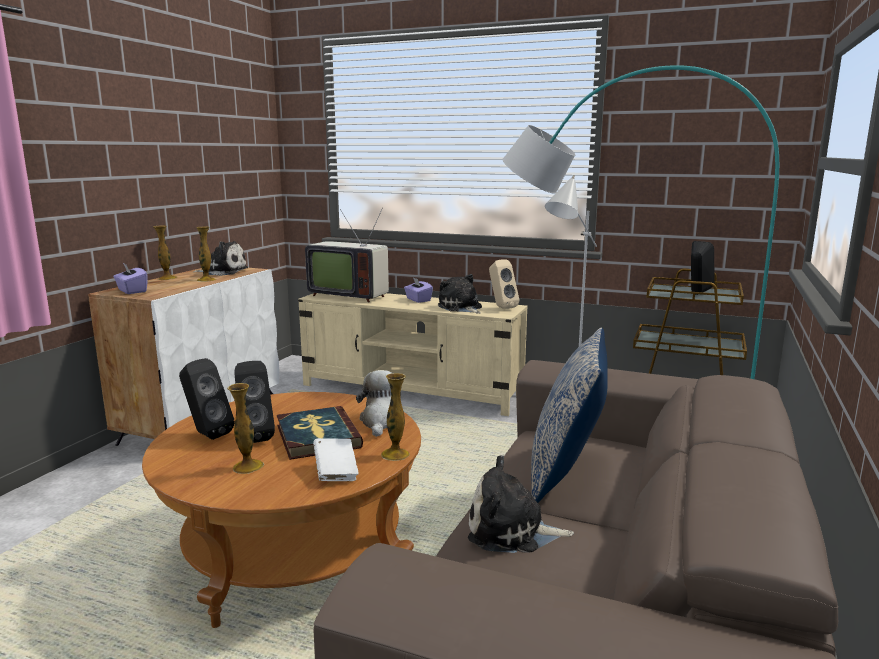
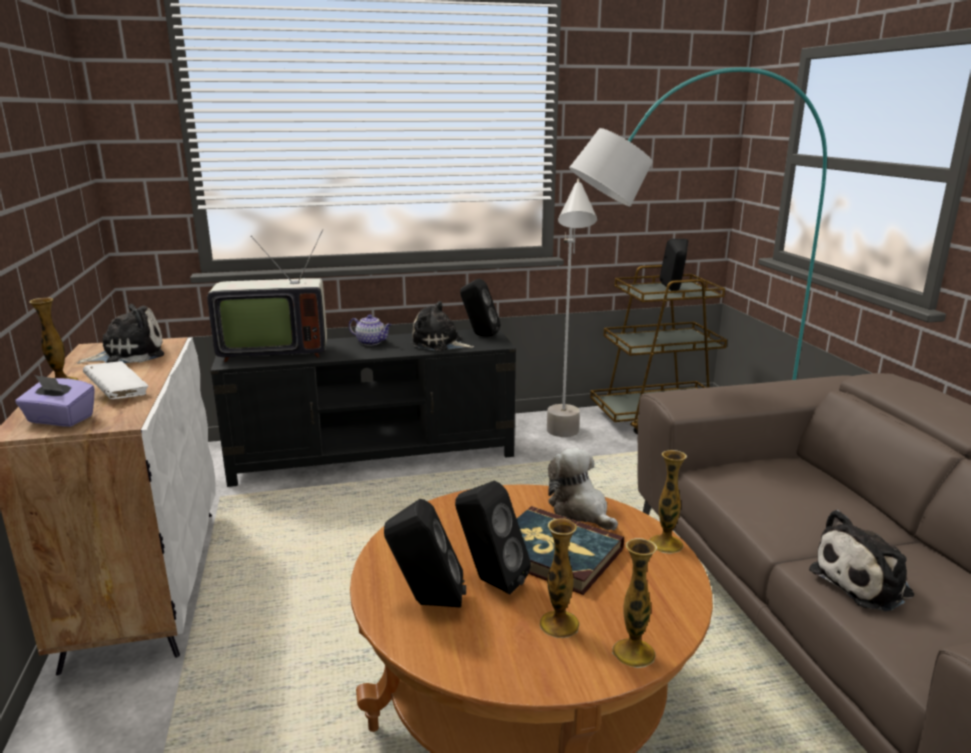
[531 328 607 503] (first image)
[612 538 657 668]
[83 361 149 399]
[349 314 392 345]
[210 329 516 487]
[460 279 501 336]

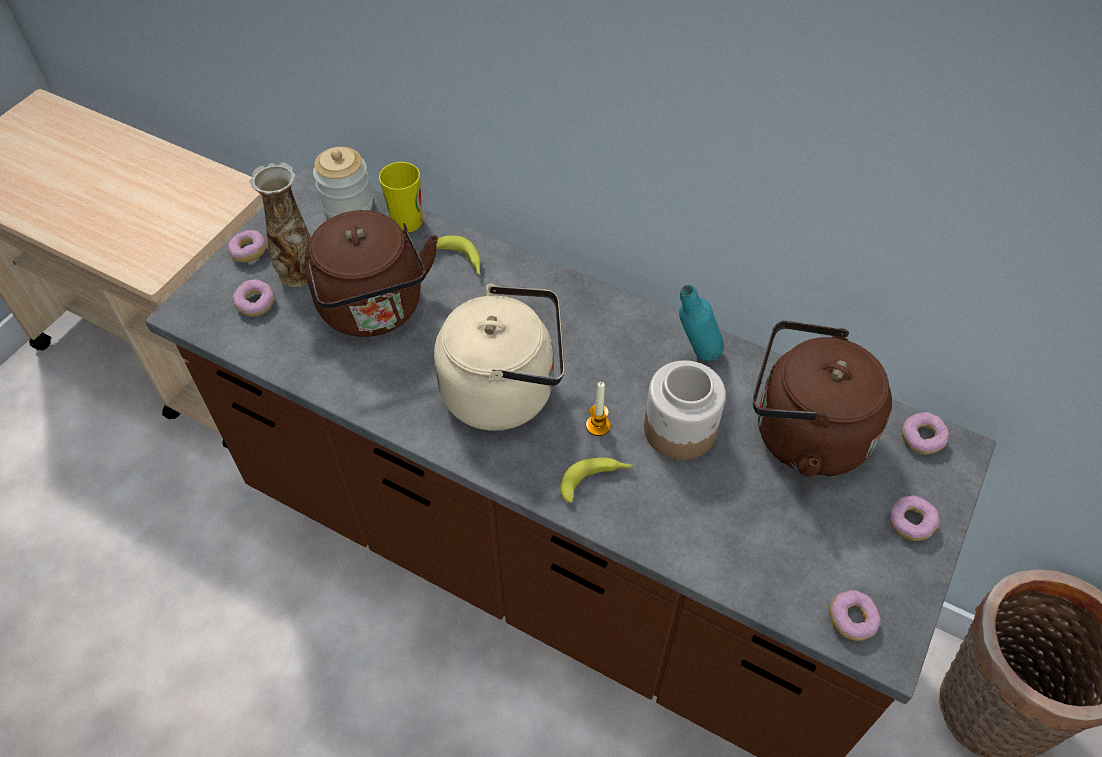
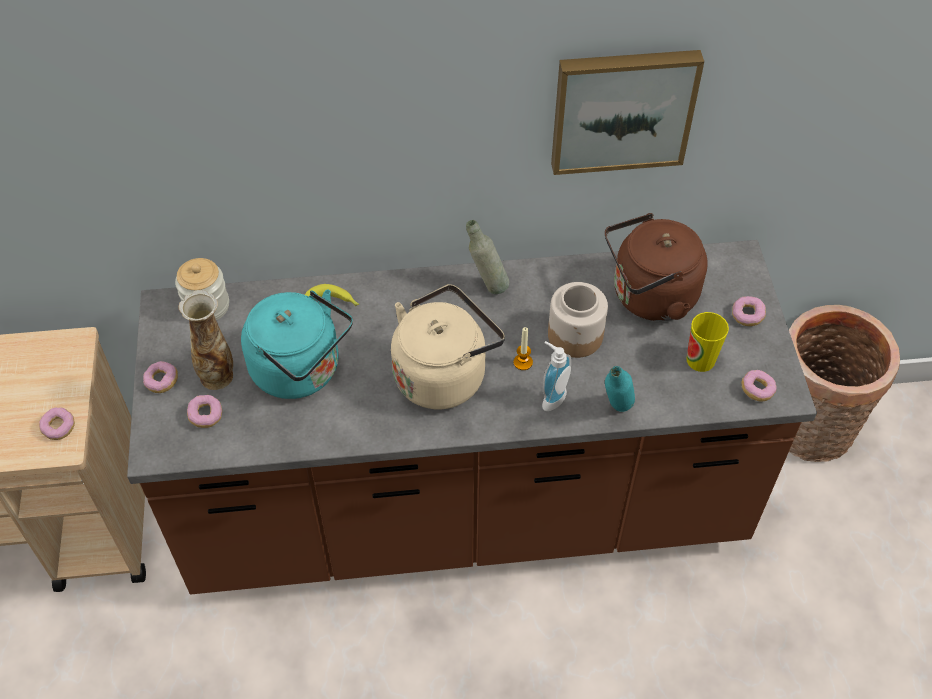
[466 220 509 294]
[551 50 704 175]
[686 312 729 372]
[605 366 635 412]
[39 407 75 440]
[542 341 571 411]
[241 289 353 399]

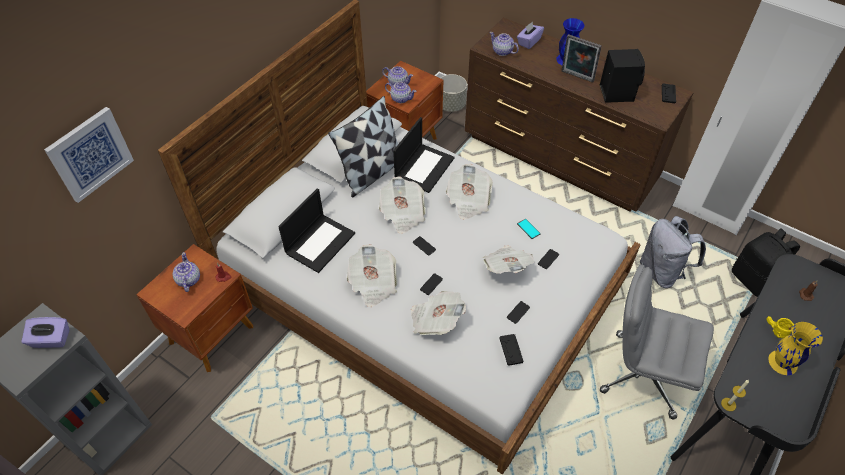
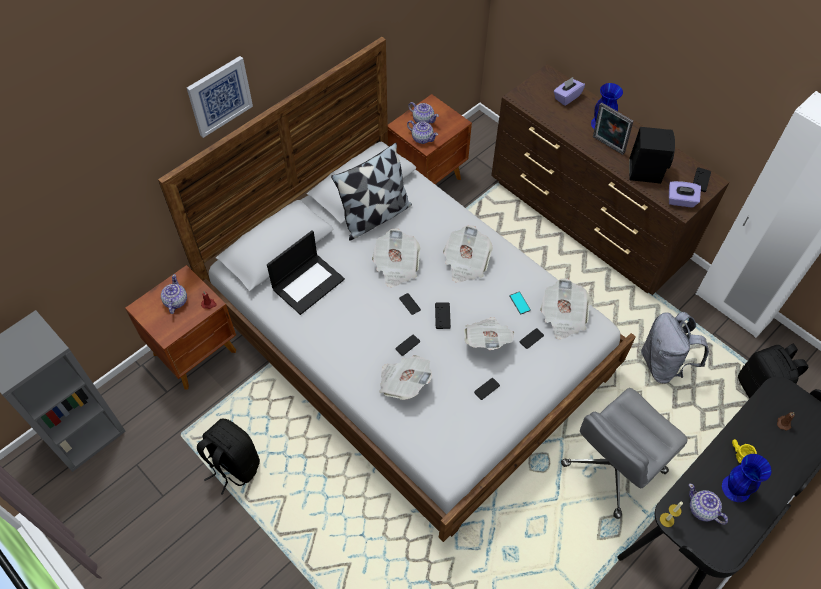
[393 117 455 193] (first image)
[441 74 467 112] (first image)
[197 419 260 495]
[669 181 701 207]
[187 56 253 138]
[540 278 591 340]
[689 484 728 525]
[435 302 451 329]
[722 454 772 502]
[561 388 688 519]

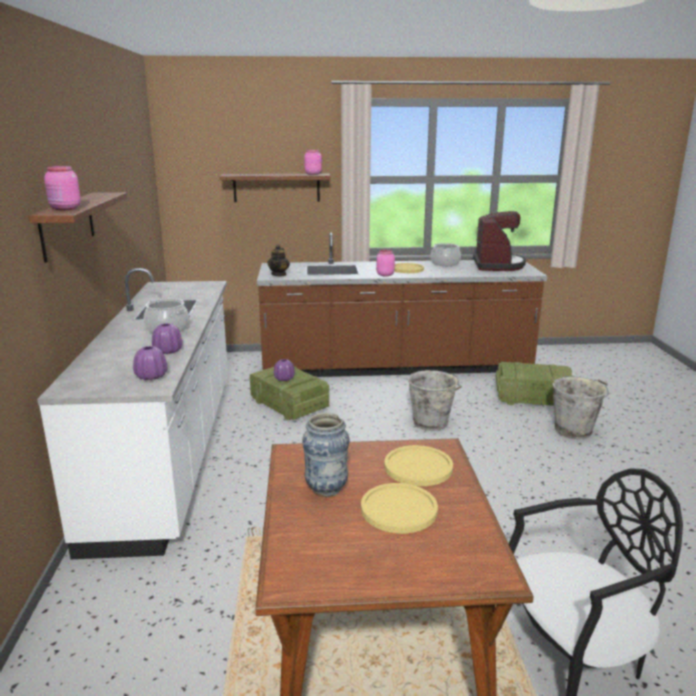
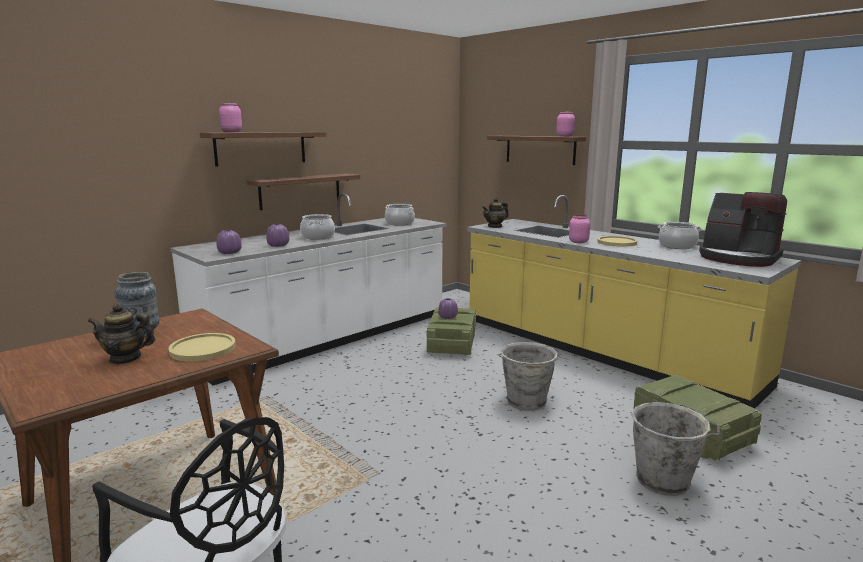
[247 173 360 210]
[385 204 415 225]
[88 304 155 364]
[467 195 801 408]
[699 192 787 267]

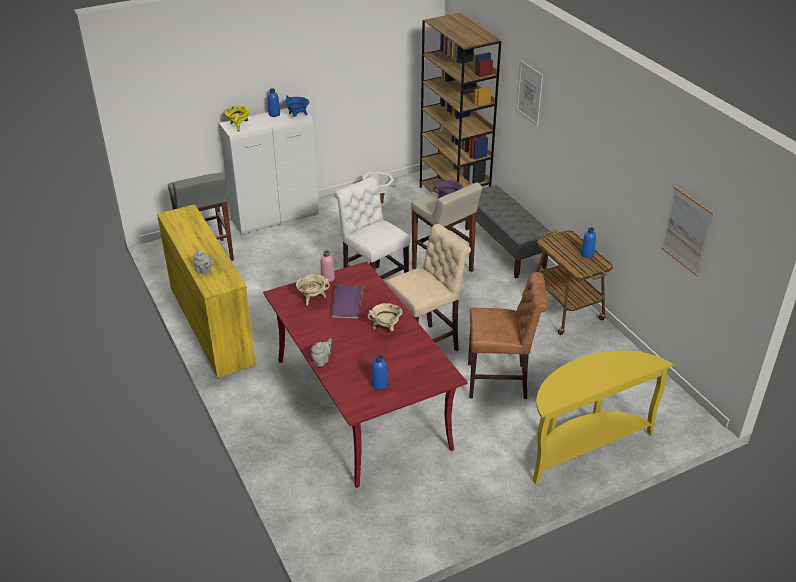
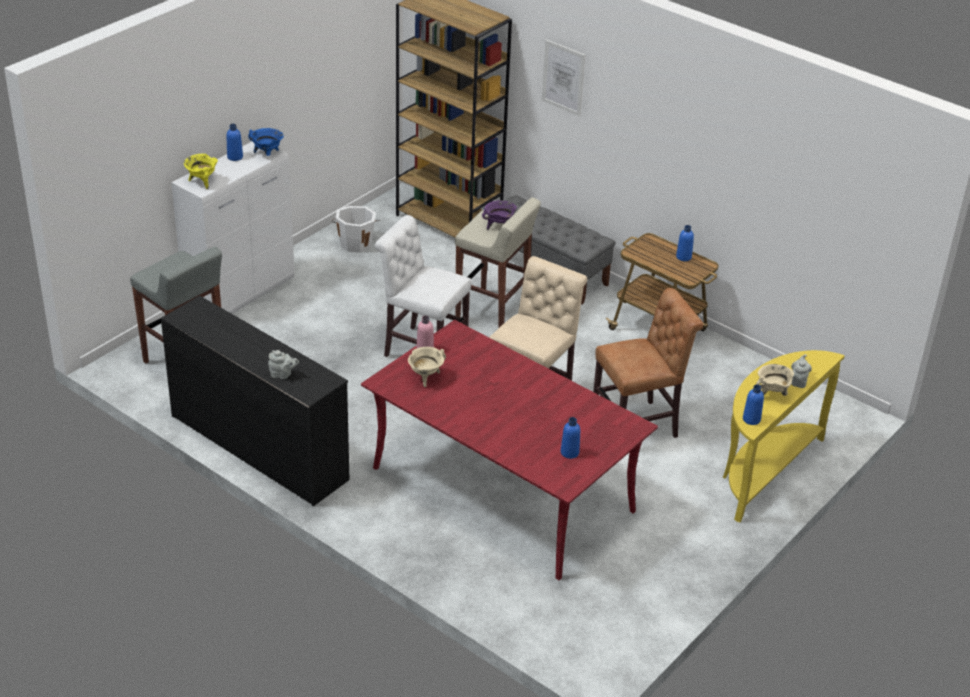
[332 282 365 319] (first image)
[661 186 714 277] (first image)
[743 384 764 425]
[791 354 812 388]
[756 364 794 396]
[160 296 349 506]

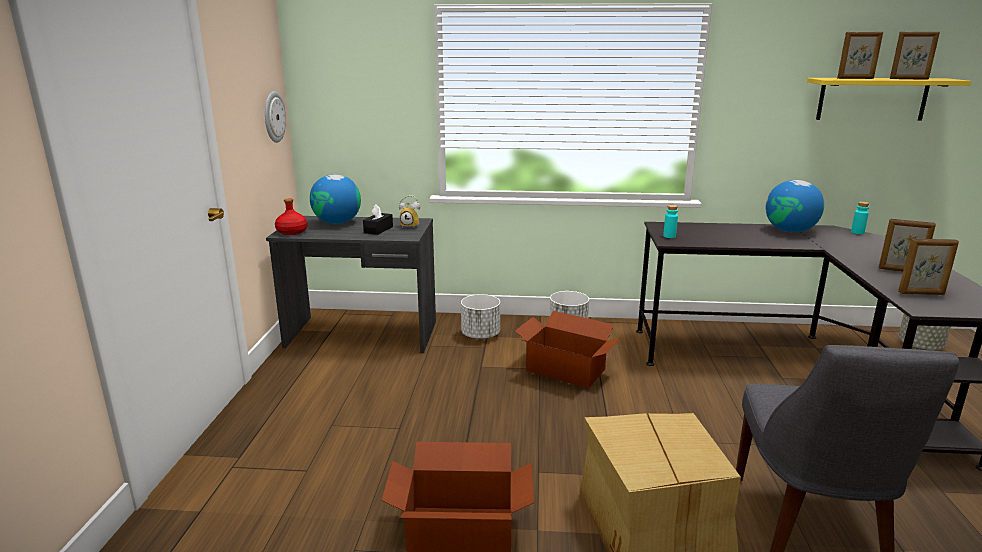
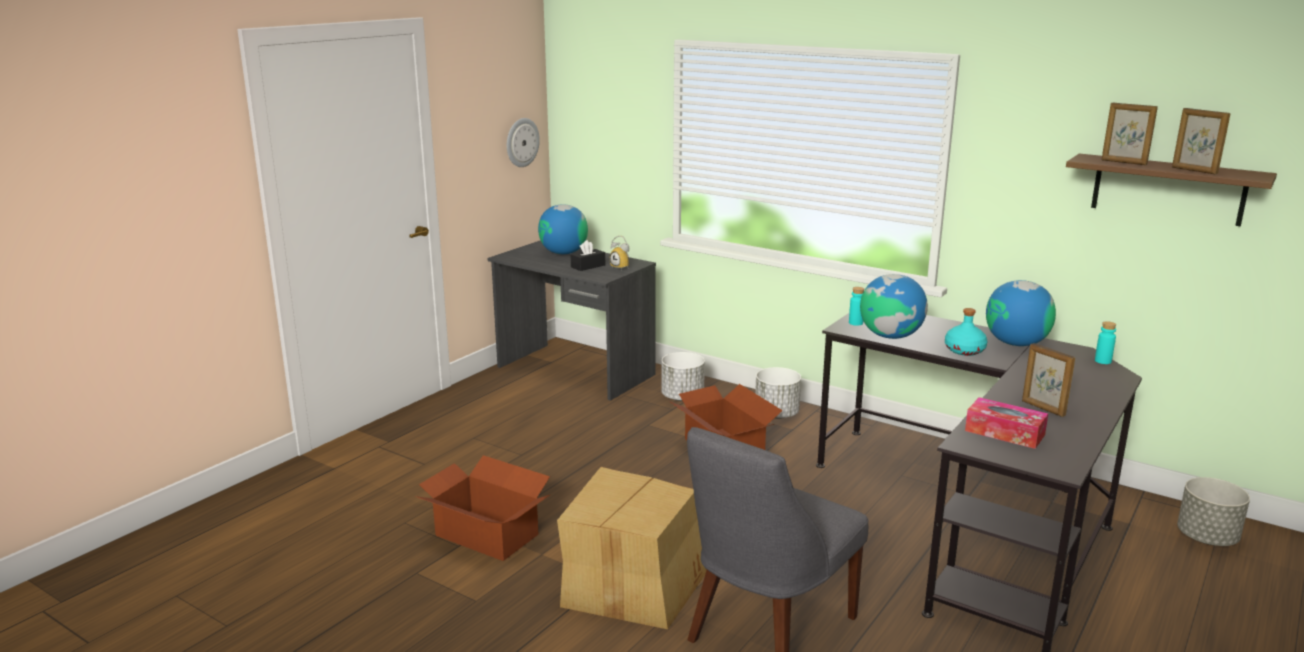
[275 198 308 235] (first image)
[860 274 928 339]
[945 308 987 356]
[965 397 1048 449]
[1066 154 1277 226]

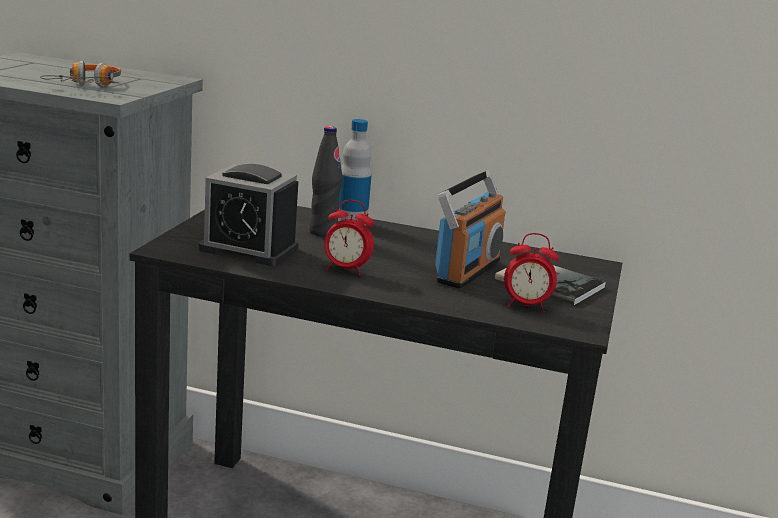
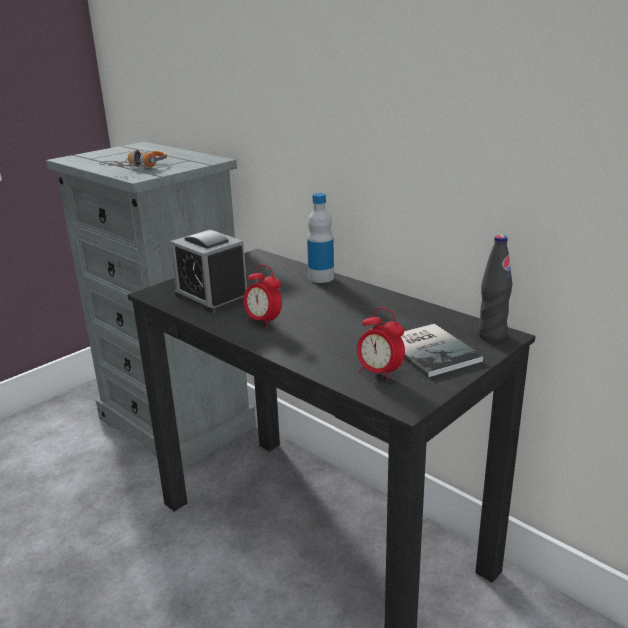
[435 171 505 289] (first image)
[478 235 513 342]

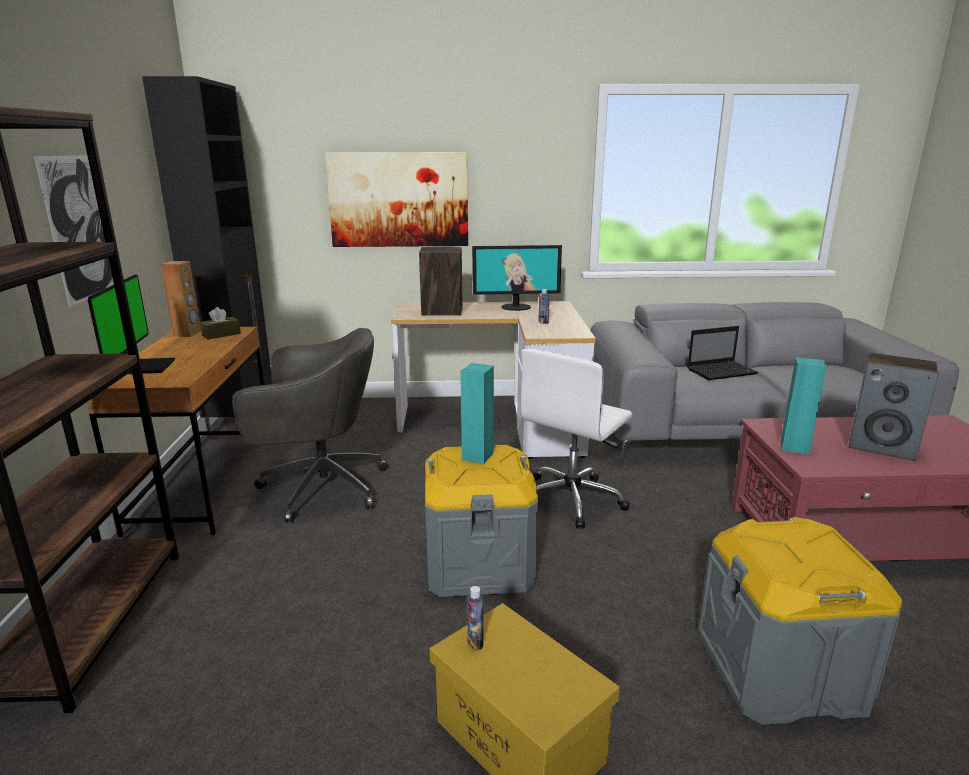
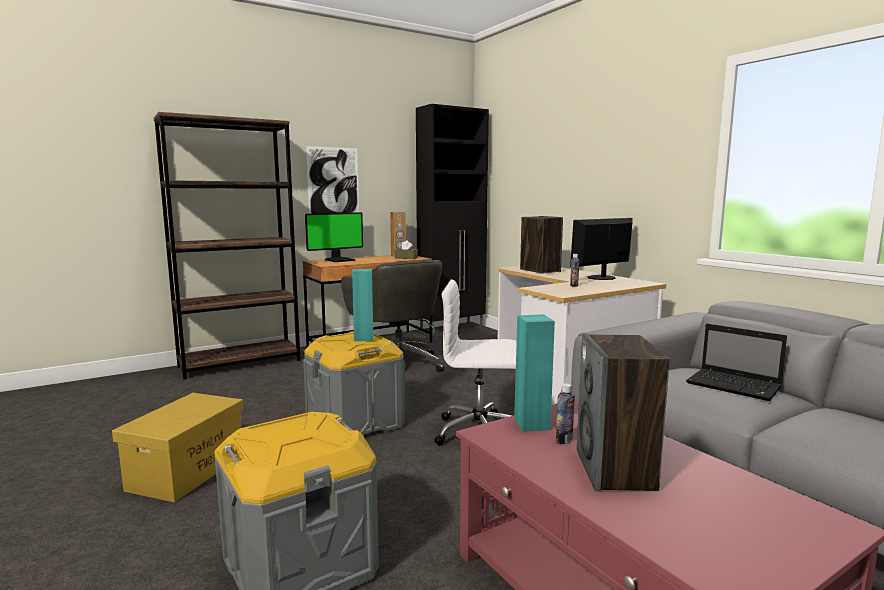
[325 152 468 247] (first image)
[556 383 575 444]
[570 218 632 280]

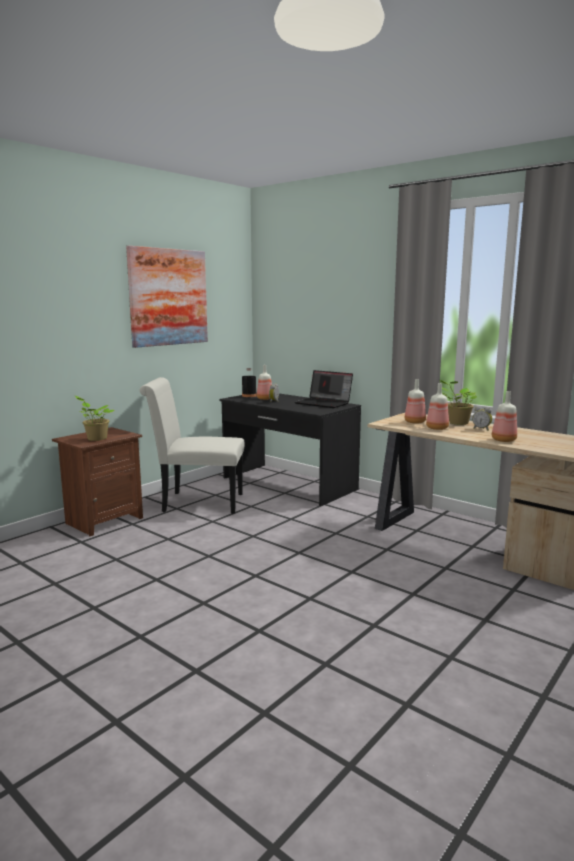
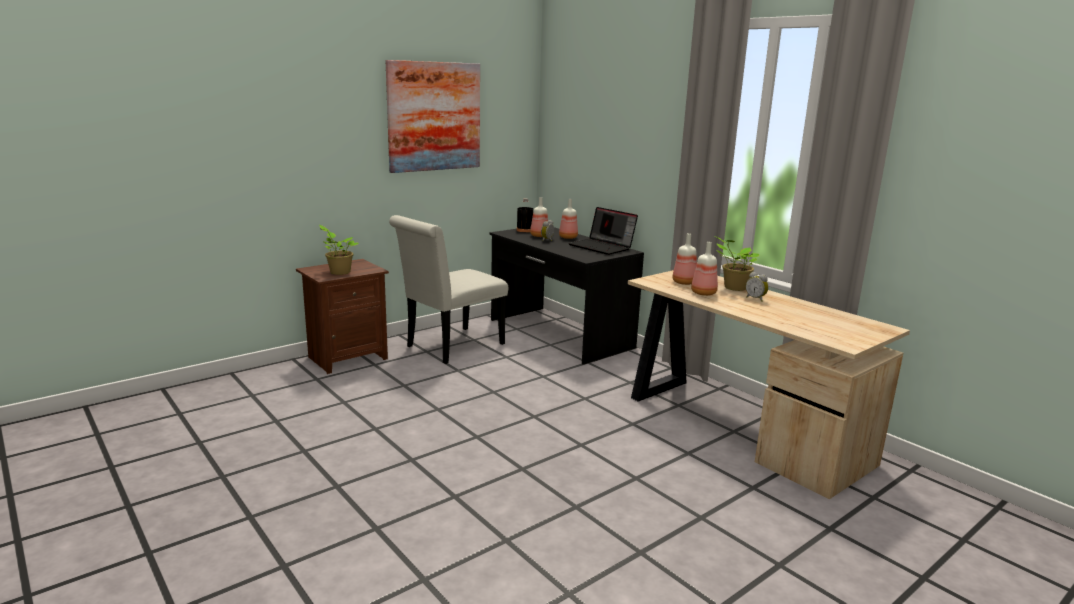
[559 199 578 239]
[389 215 508 364]

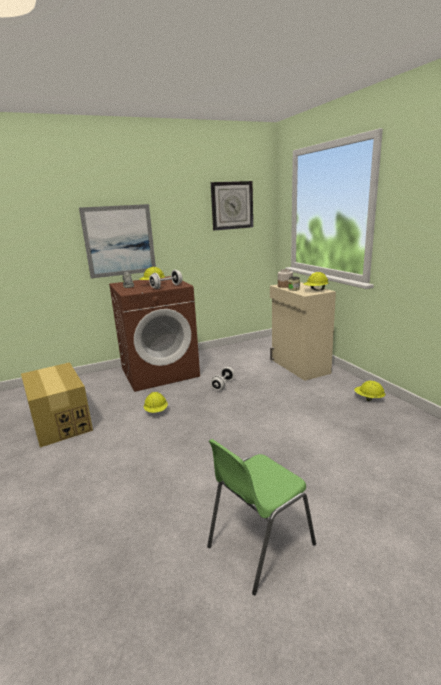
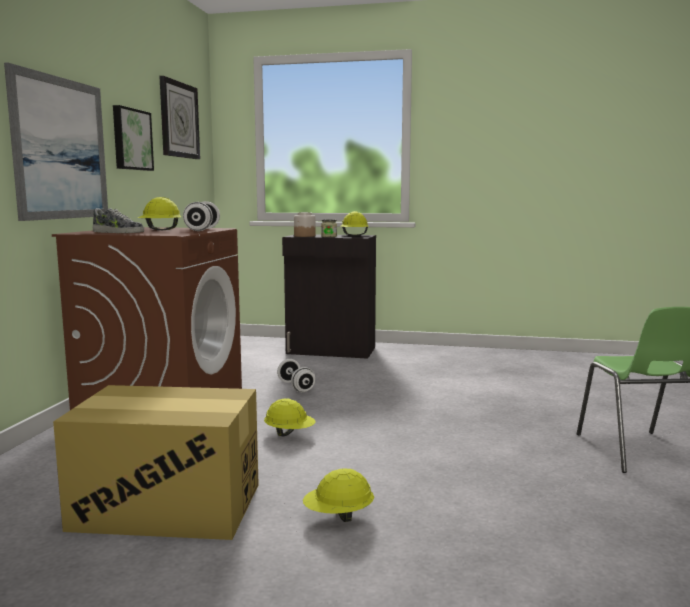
[113 105 154 171]
[303 468 374 522]
[282 234 376 359]

